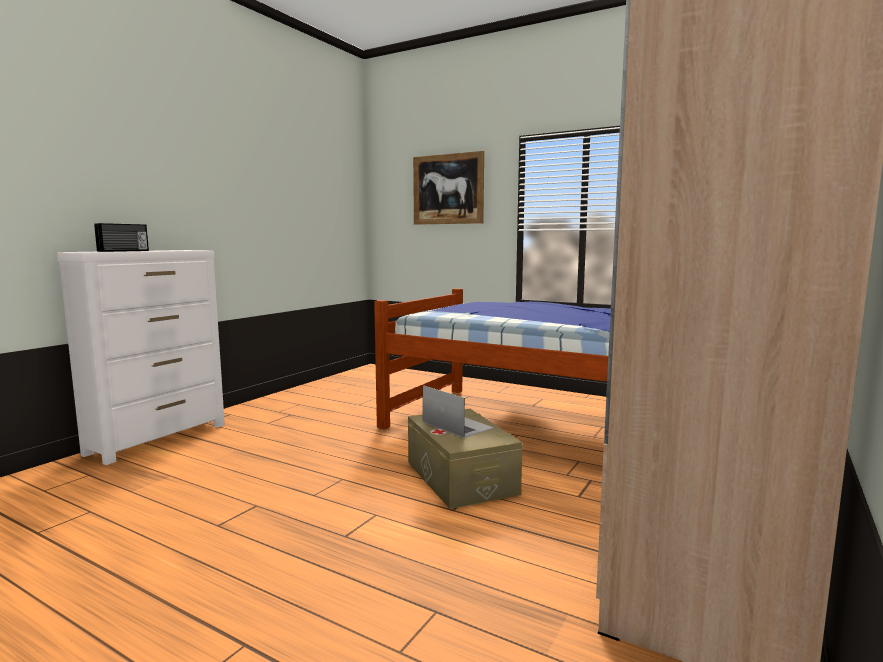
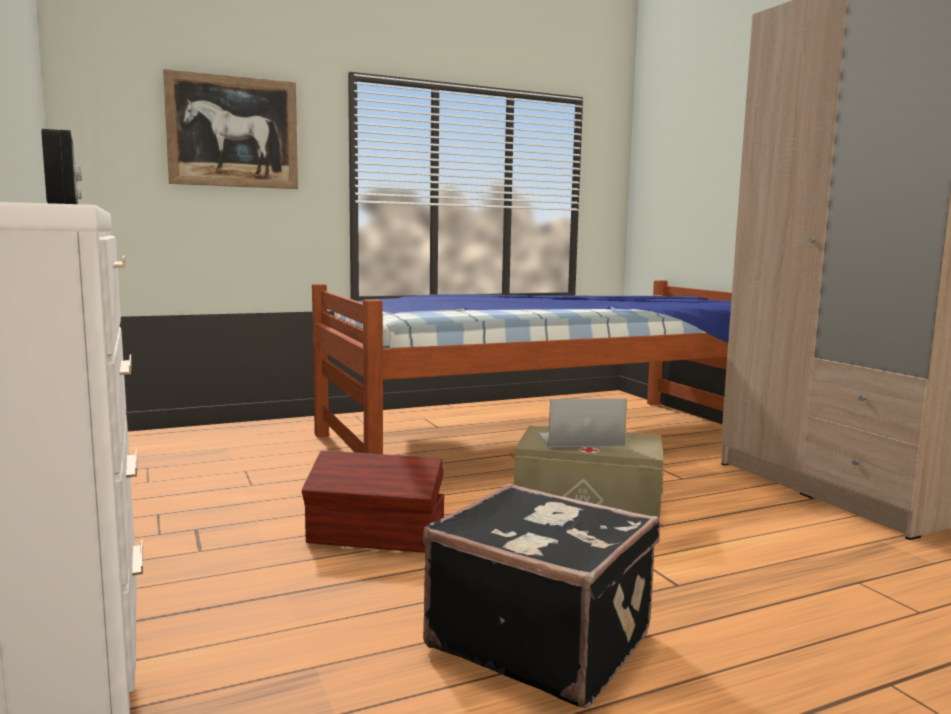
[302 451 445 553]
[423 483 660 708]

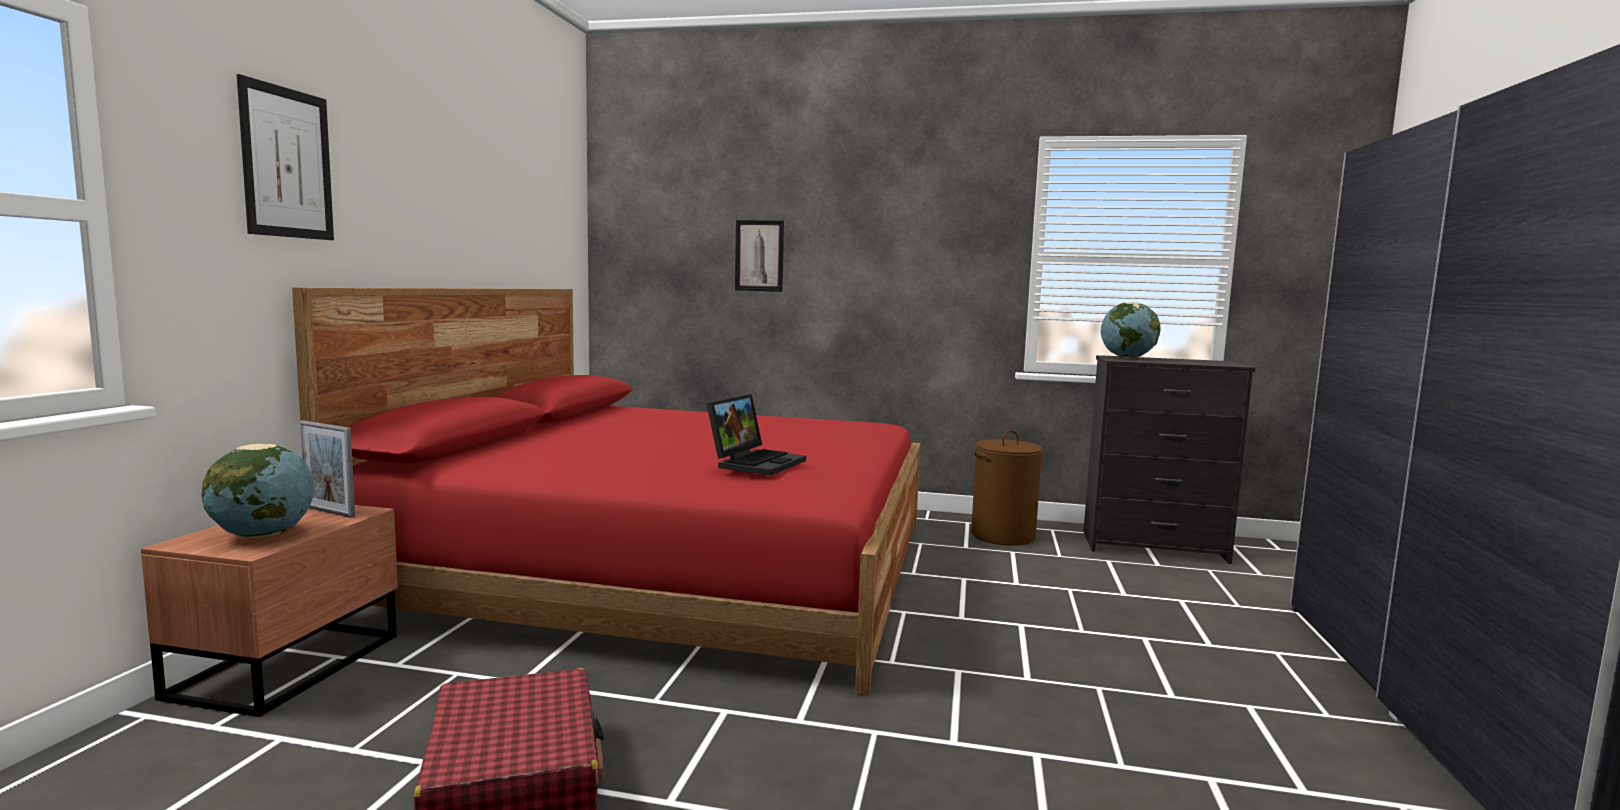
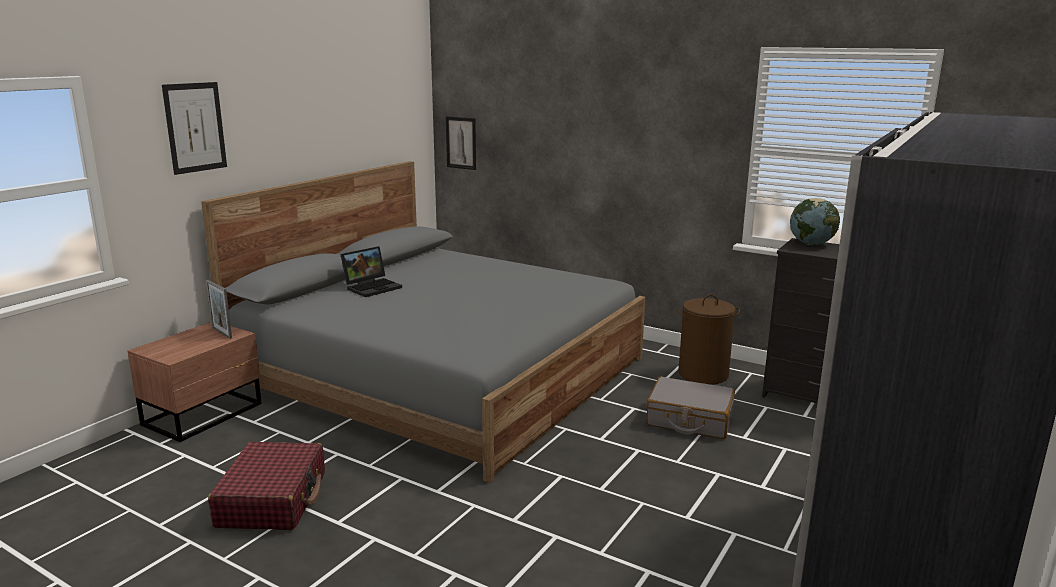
[201 444 315 538] (first image)
[646 377 735 439]
[340 246 402 297]
[446 116 476 170]
[201 161 645 483]

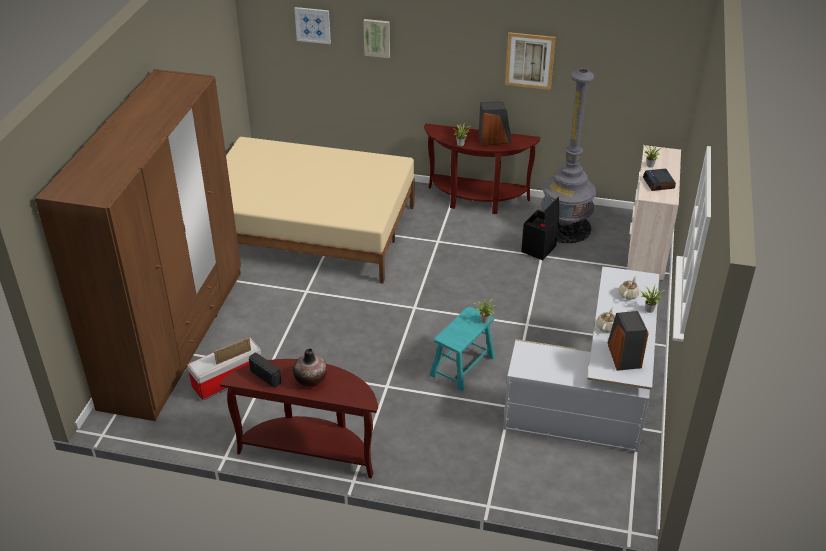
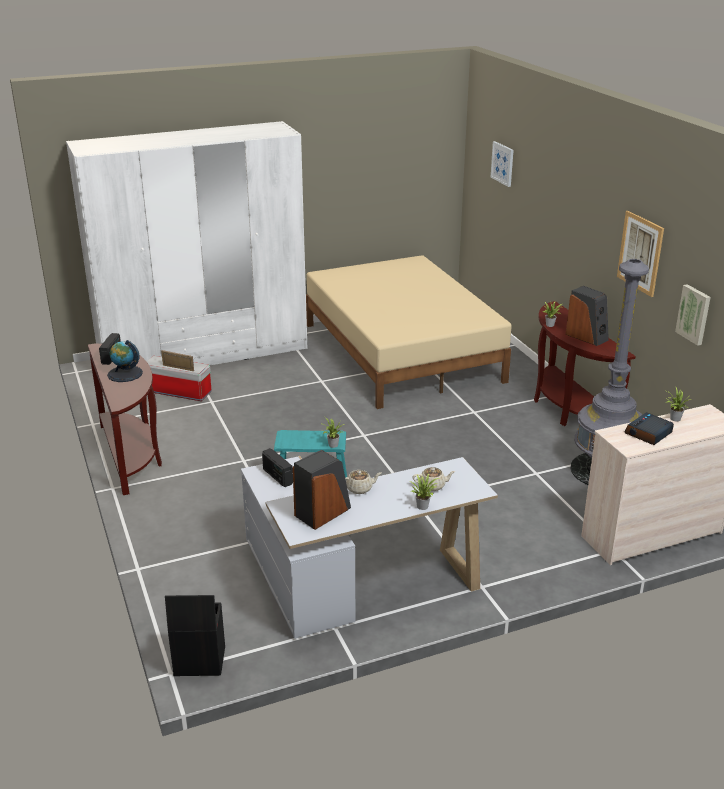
[262 448 293 487]
[675 284 711 346]
[165 595 225 676]
[107 340 143 382]
[66 121 308 366]

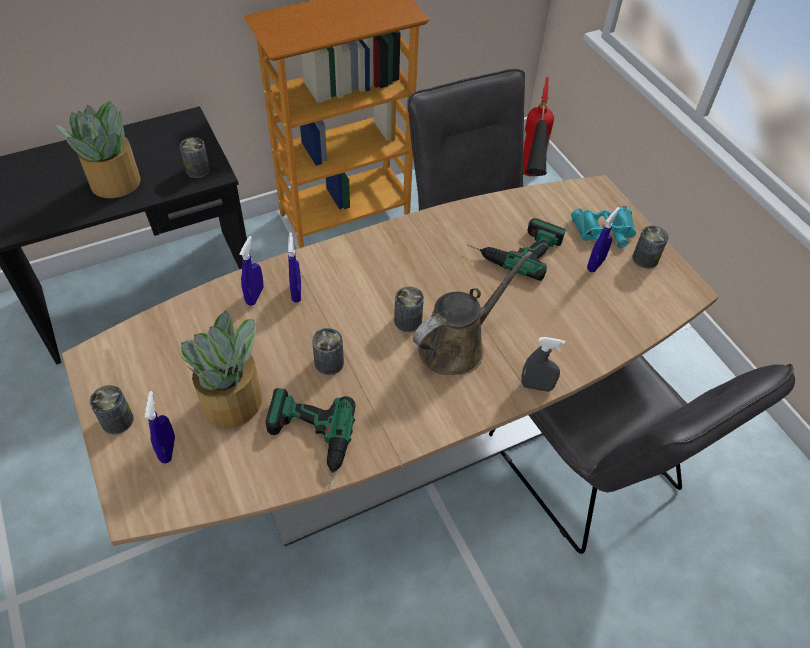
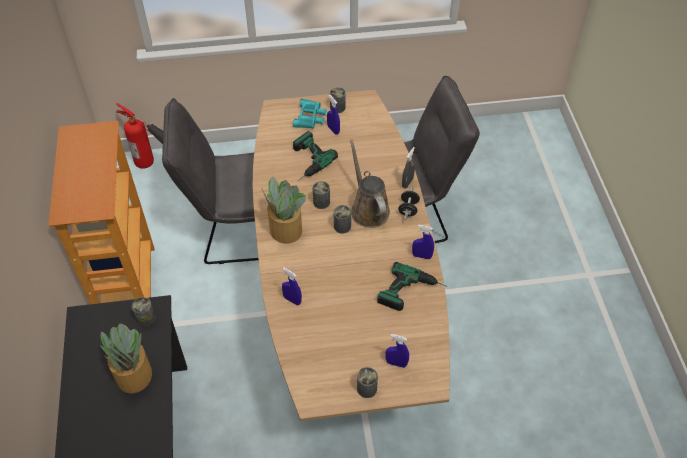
[398 187 420 220]
[261 176 306 244]
[412 225 434 259]
[313 181 330 209]

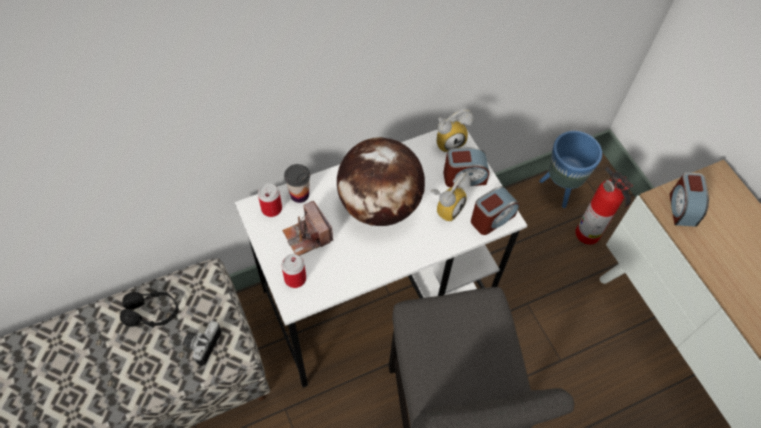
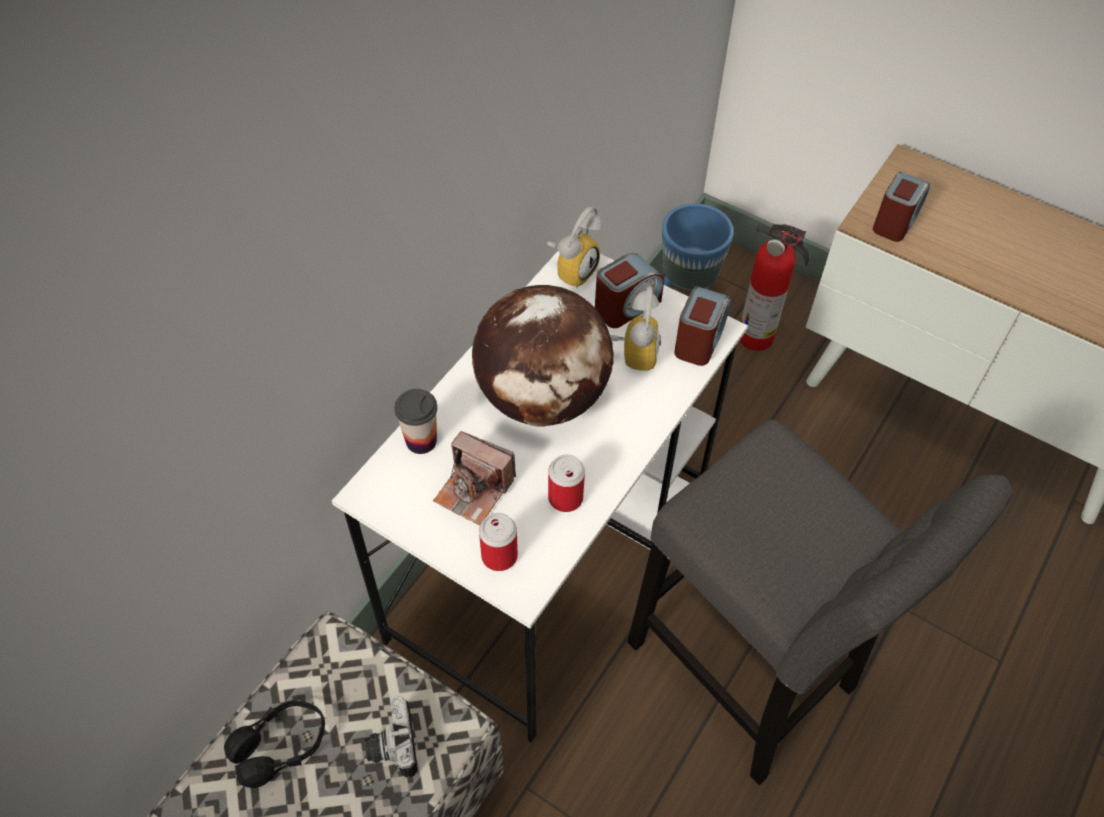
[548 455 585 512]
[873 172 930 242]

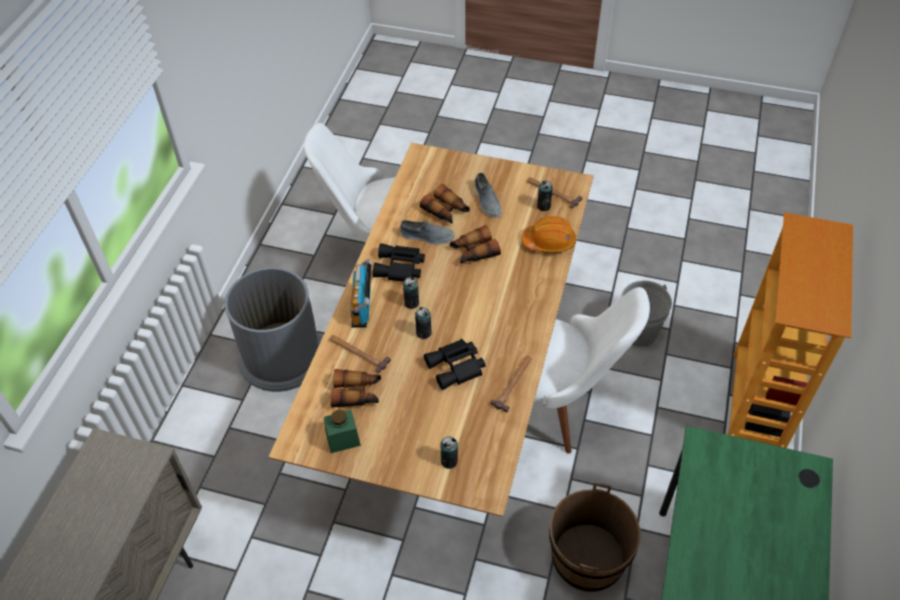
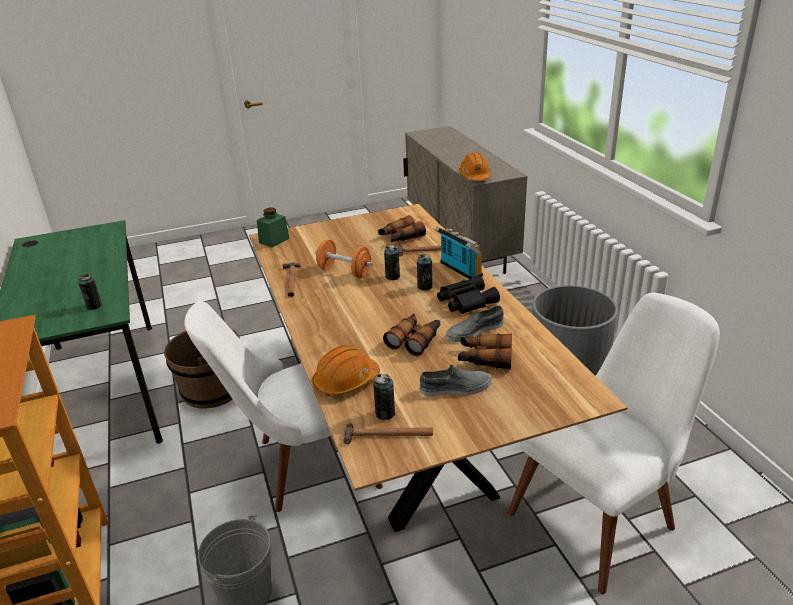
[459 153 491 181]
[257 207 289 248]
[78 274 102 310]
[315 239 373 278]
[420 365 492 396]

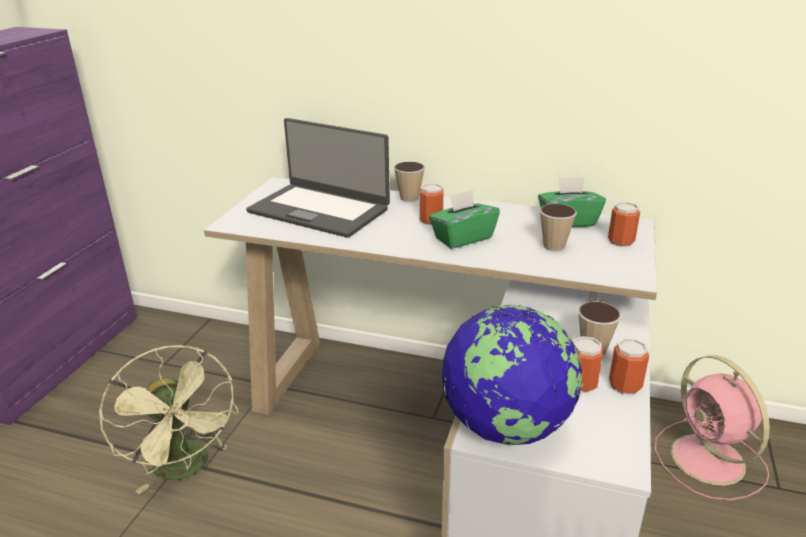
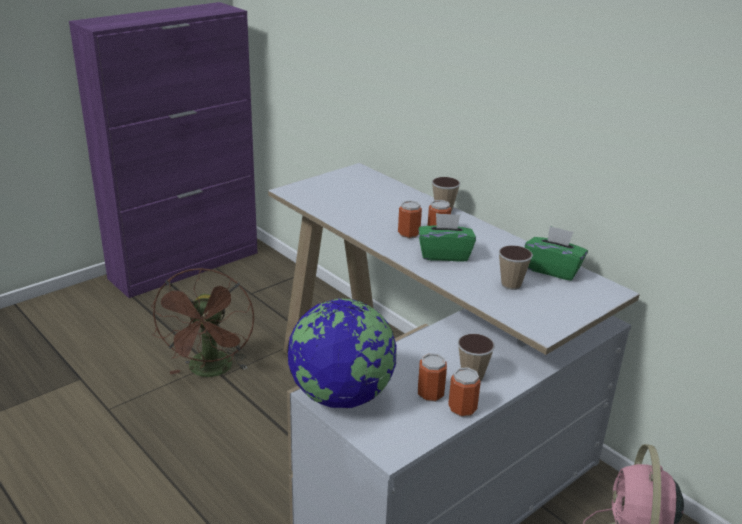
[246 118 390 238] (first image)
[398 200 422 239]
[151 268 254 377]

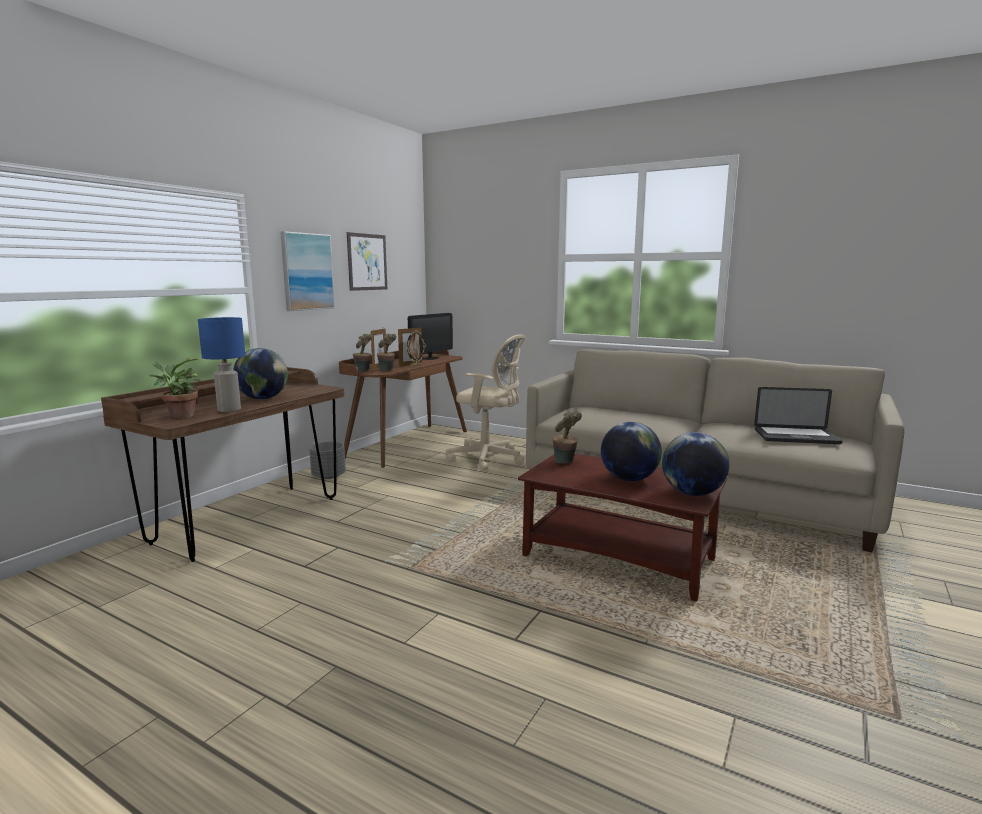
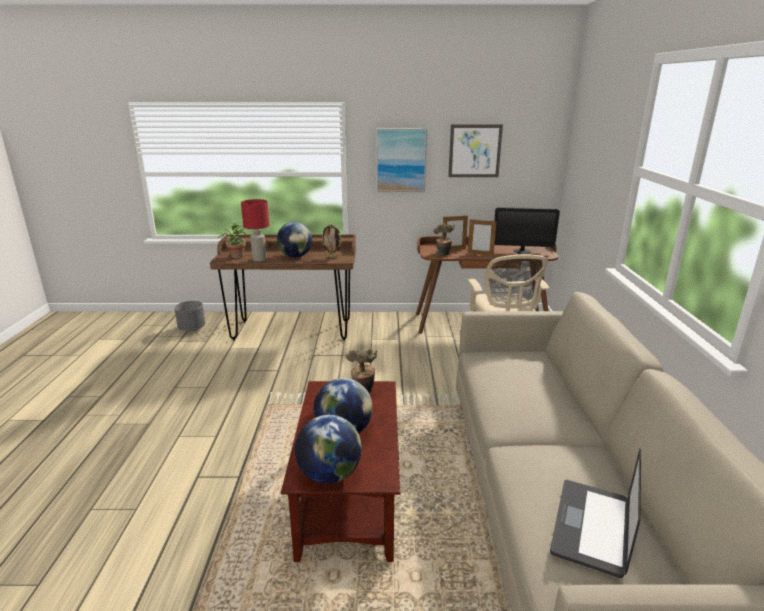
[353 334 372 372] (first image)
[174 301 205 331]
[321 224 342 258]
[241 199 270 262]
[550 448 641 578]

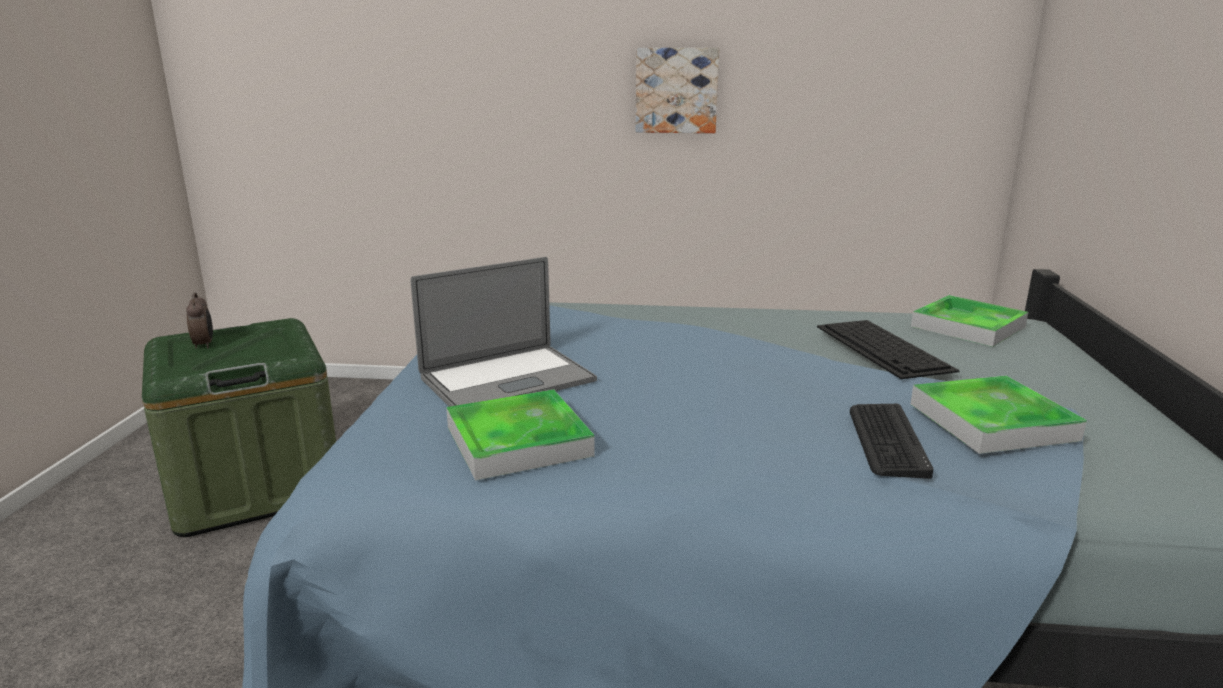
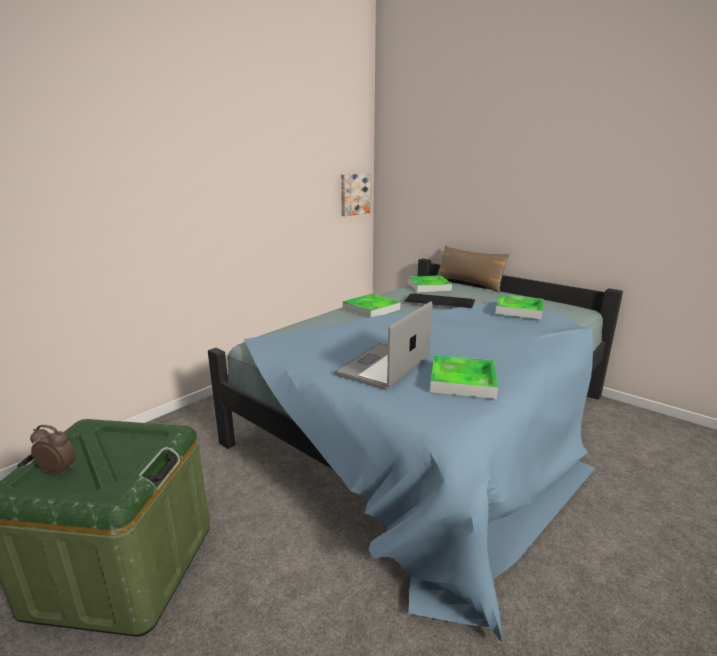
[850 404 933 479] (first image)
[343 294 400 318]
[437 245 510 292]
[341 173 370 216]
[334 301 432 390]

